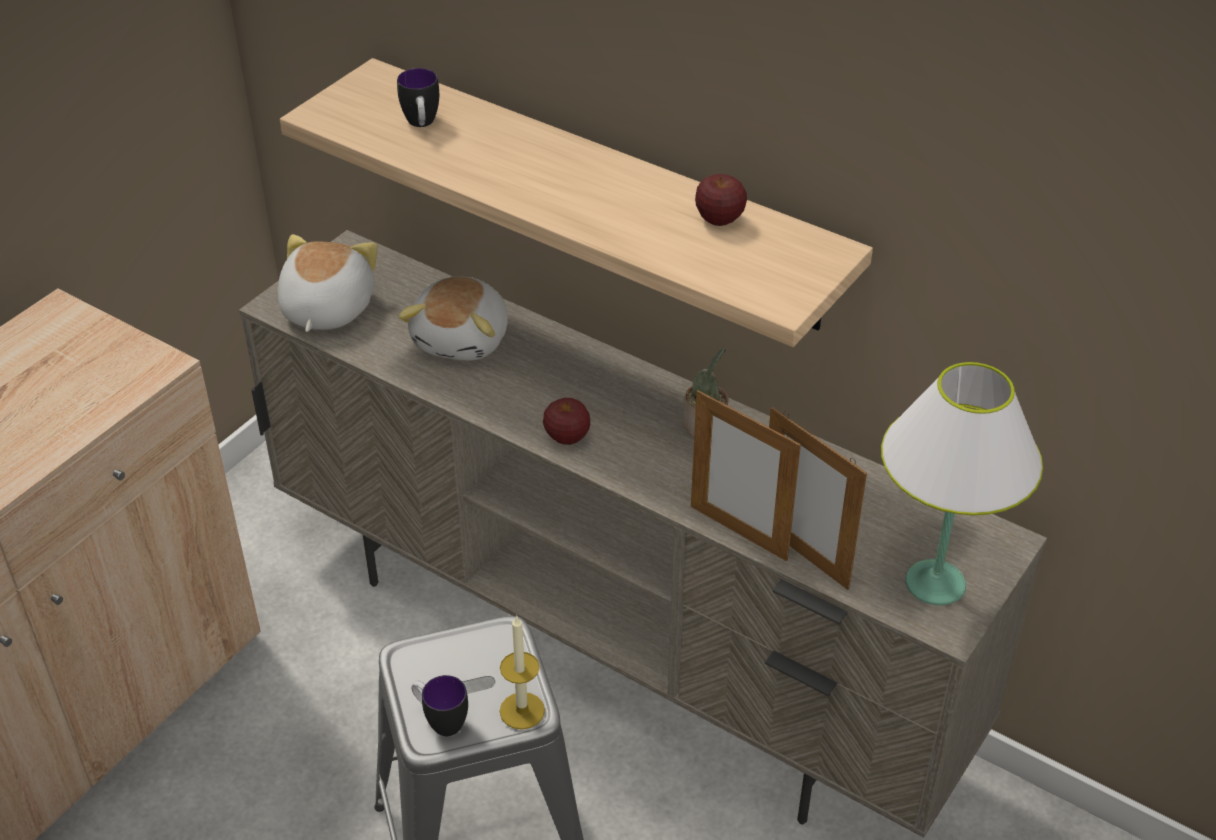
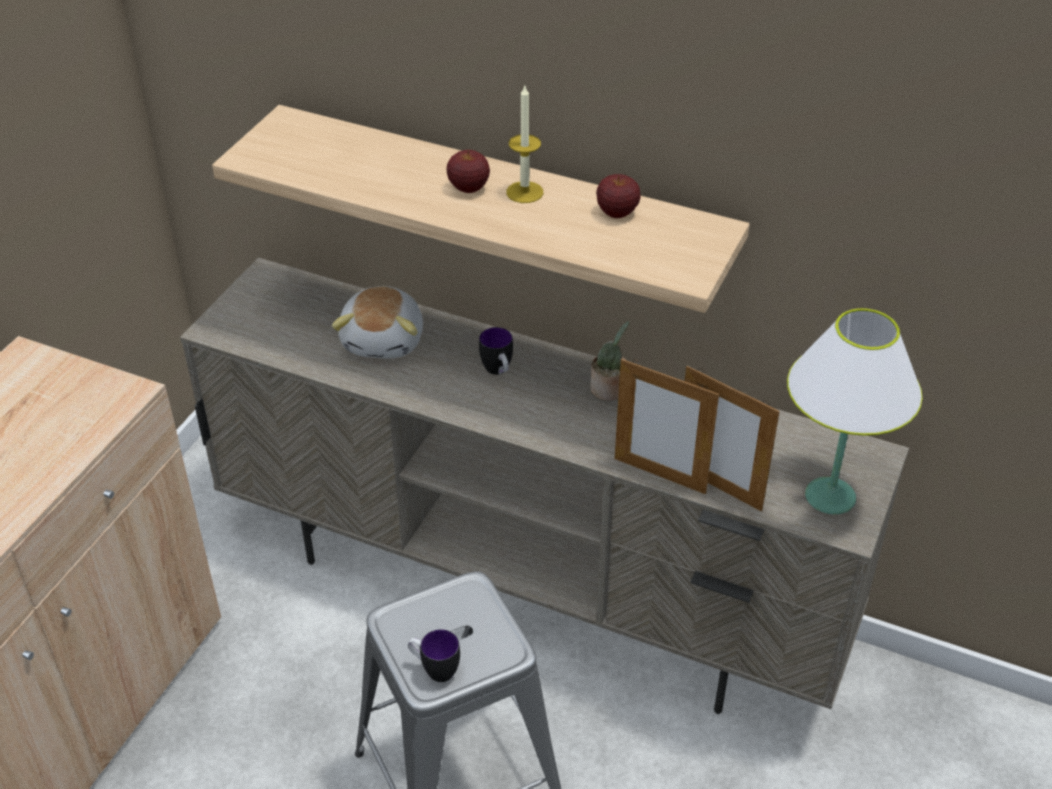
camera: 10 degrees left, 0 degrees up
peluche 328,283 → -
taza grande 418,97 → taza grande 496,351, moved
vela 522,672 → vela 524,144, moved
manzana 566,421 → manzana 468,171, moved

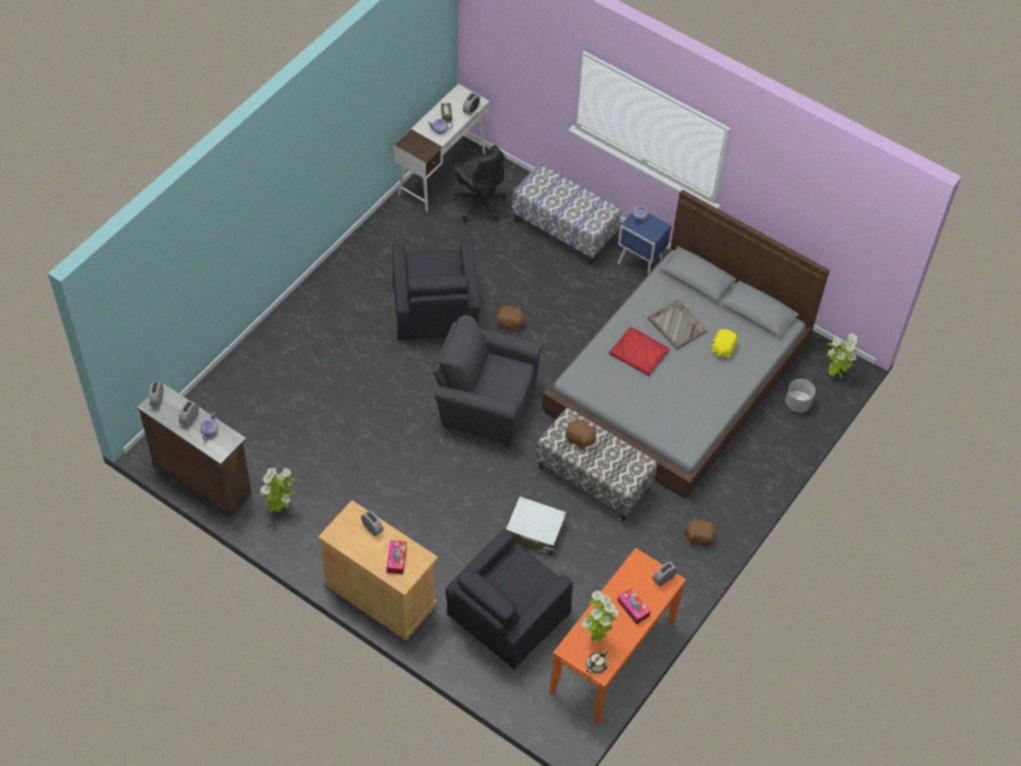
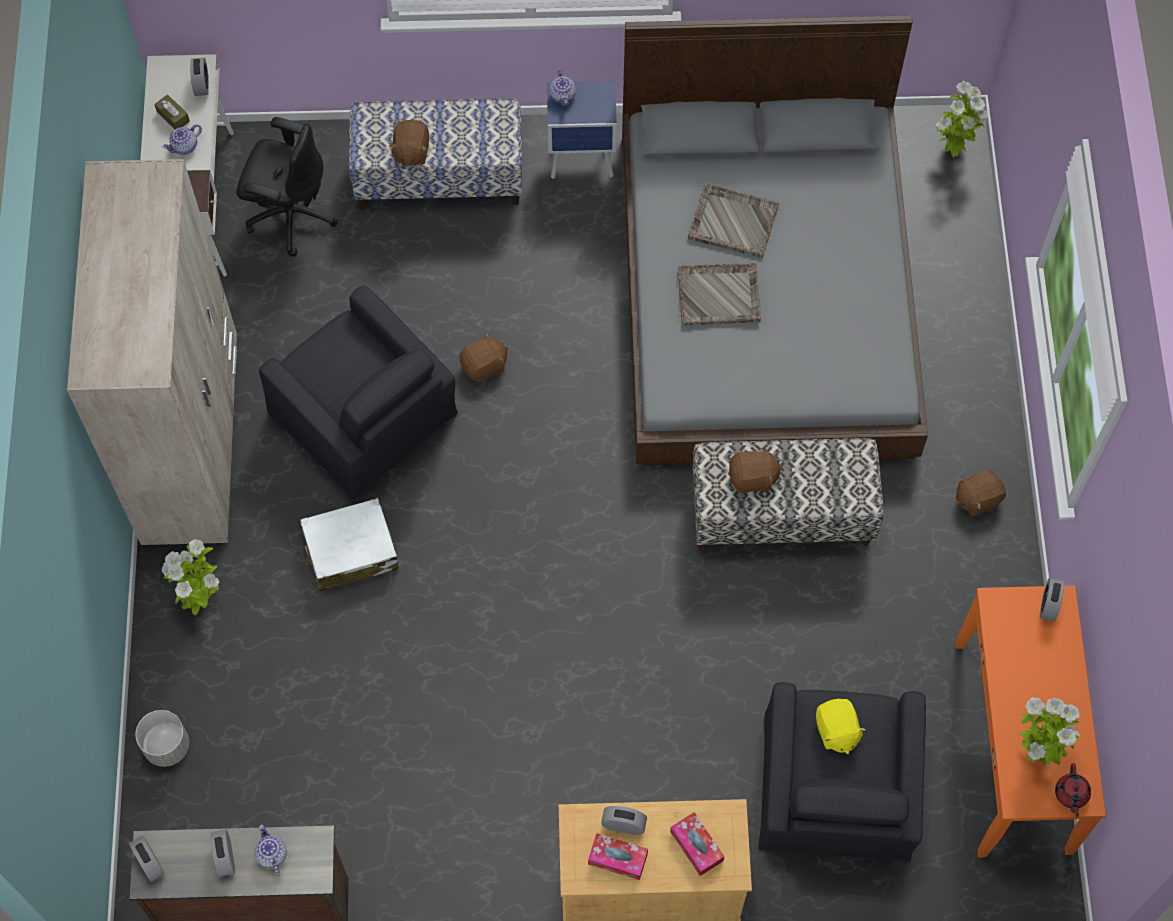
camera: 35 degrees left, 10 degrees up
planta en maceta 277,490 → planta en maceta 190,577, moved
sillón (gris) 487,380 → -
maleta (blanco) 536,526 → maleta (blanco) 349,545, moved
tetera (beis) 597,661 → tetera (rojo) 1073,790
bandeja (rojo) 639,351 → bandeja (gris) 719,294
caja de pañuelos 634,606 → caja de pañuelos 618,856, moved
peluche (amarillo) 724,343 → peluche (amarillo) 841,726, moved
maceta (gris) 800,396 → maceta (gris) 162,738, moved
- → armario ropero (beis) 152,352
- → peluche (marrón) 408,143

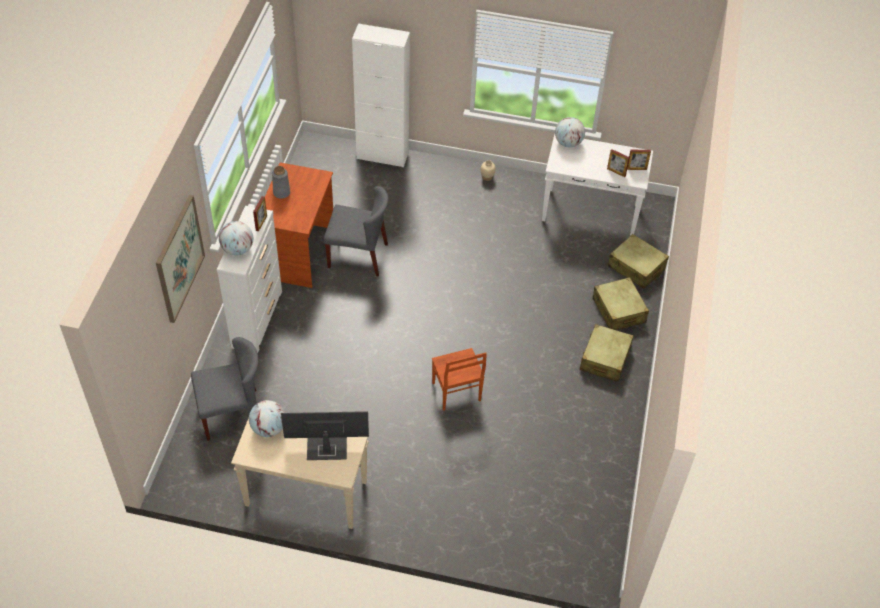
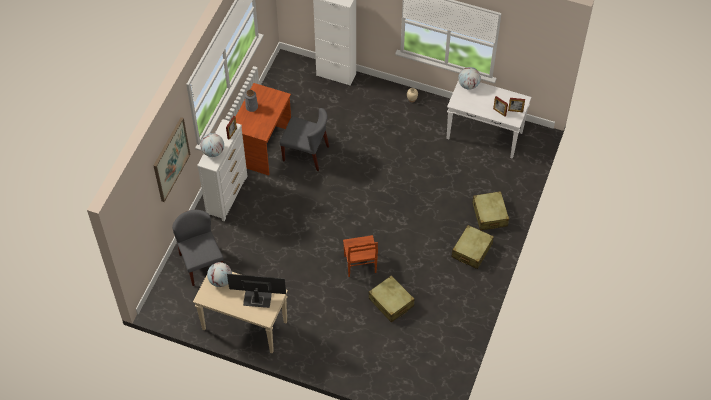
camera: 10 degrees right, 5 degrees up
silla (gris) 224,389 → silla (gris) 198,248, 105 degrees counterclockwise
maleta (beis) 638,261 → maleta (beis) 391,298, moved

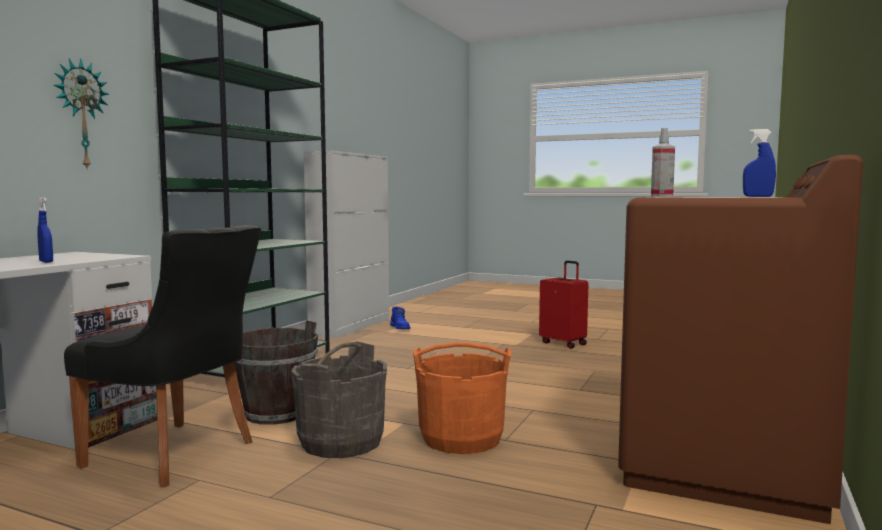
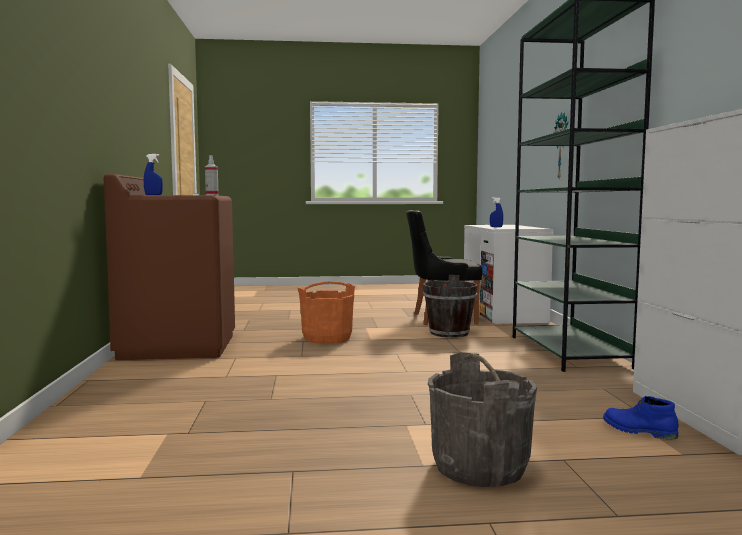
camera: 150 degrees right, 0 degrees up
cubo (gris) 339,400 → cubo (gris) 482,419, moved
maleta (rojo) 563,305 → -

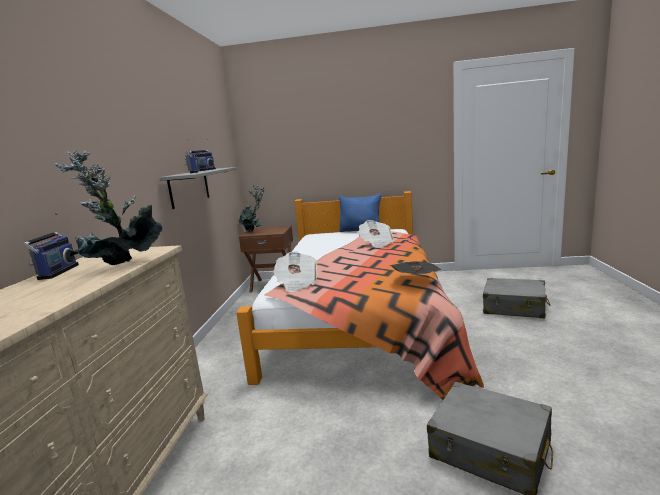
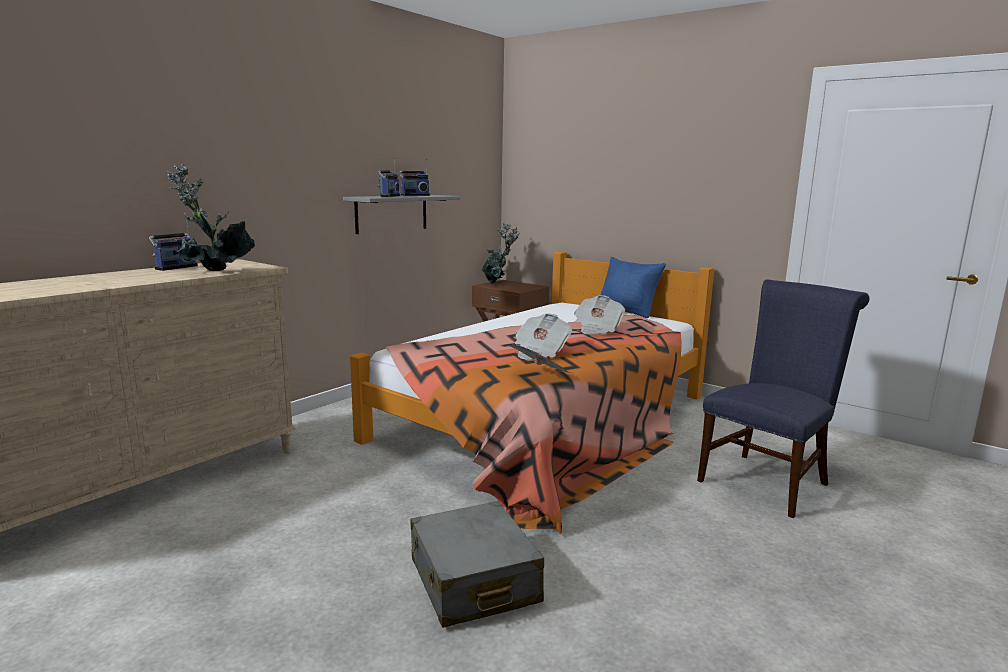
camera: 30 degrees right, 0 degrees up
periódico 295,272 → periódico 543,336, moved
maleta (gris) 517,298 → silla (azul) 783,398

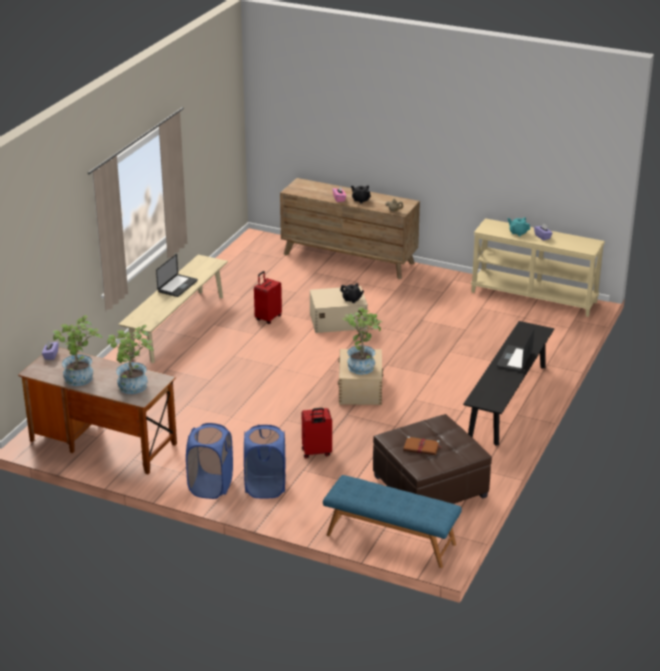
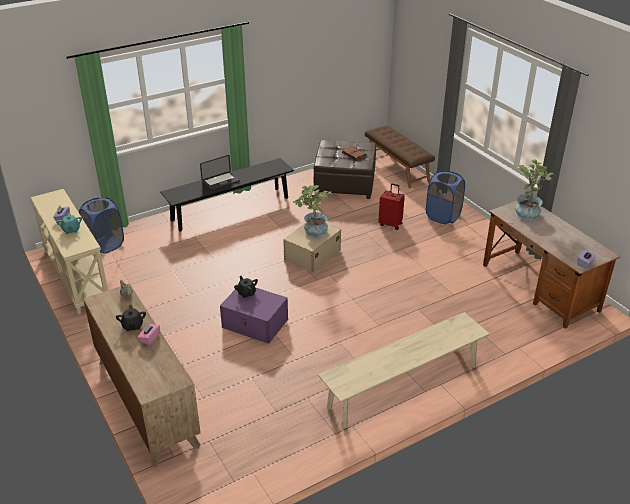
camera: 145 degrees left, 5 degrees up
planta en maceta 77,350 → -
portátil 177,275 → -
cesto de la ropa (azul) 209,461 → cesto de la ropa (azul) 101,226, moved
maleta (rojo) 268,297 → -
caja de almacenaje (beis) 339,309 → caja de almacenaje (morado) 254,316
banco (azul) 392,521 → banco (marrón) 400,157

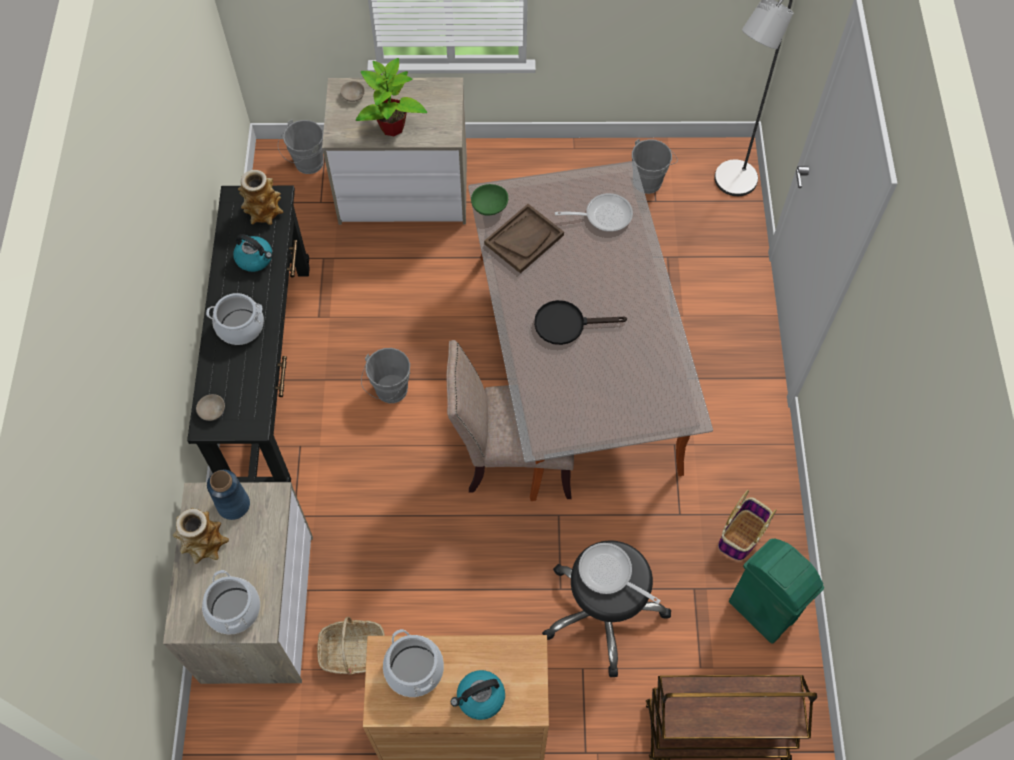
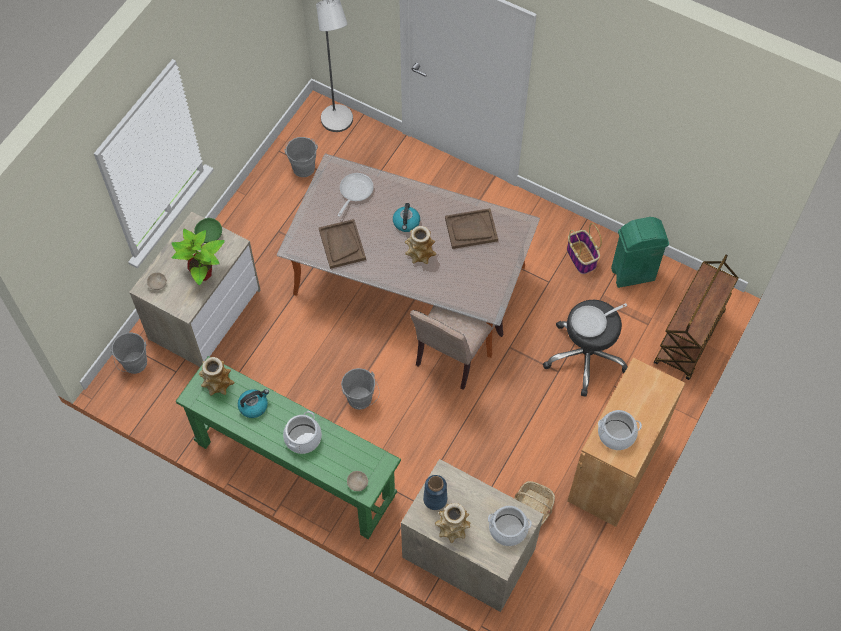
camera: 60 degrees left, 0 degrees up
mesa consola (negro) 248,334 → mesa consola (verde) 288,447
hervidor 478,695 → hervidor 406,217, moved
cuenco (verde) 489,200 → cuenco (verde) 208,230, moved
sartén (negro) 580,322 → florero 420,245
- → bandeja (marrón) 471,228

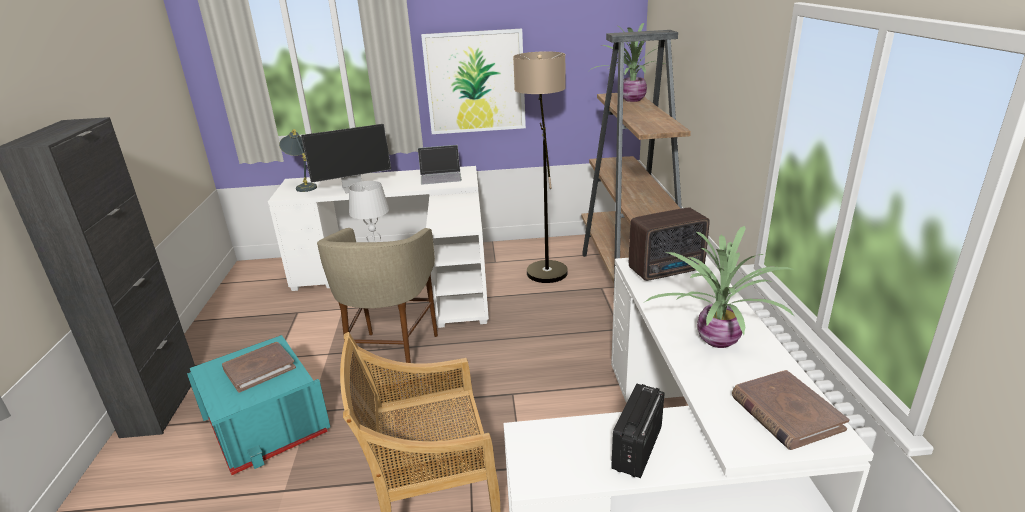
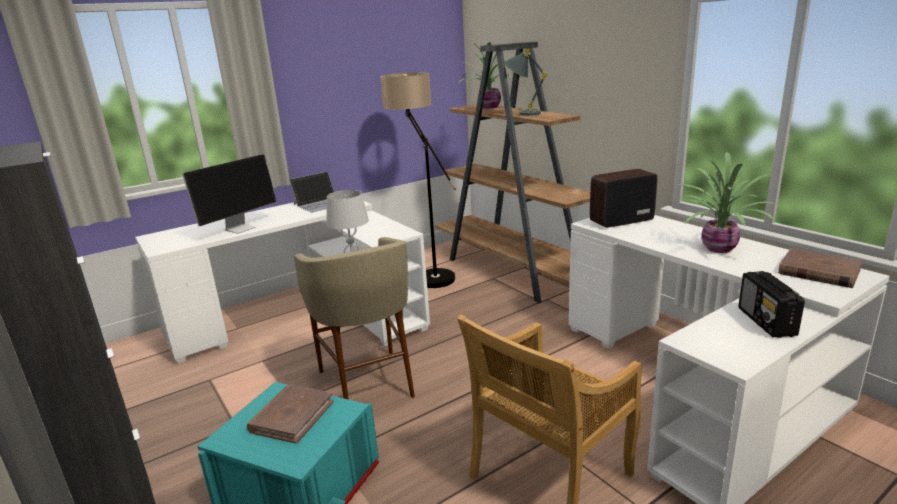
camera: 30 degrees left, 5 degrees down
lámpara de mesa (gris) 298,160 → lámpara de mesa (gris) 525,82, moved
cuadro 473,81 → -
radio 669,244 → radio 623,198, 150 degrees counterclockwise

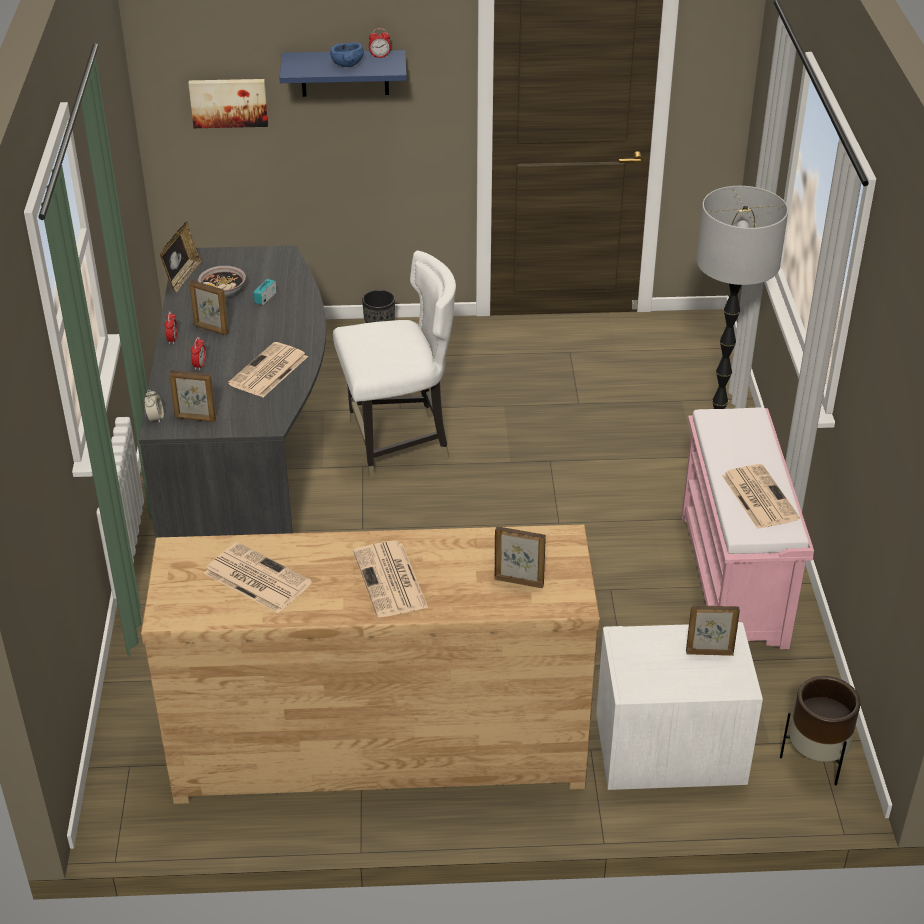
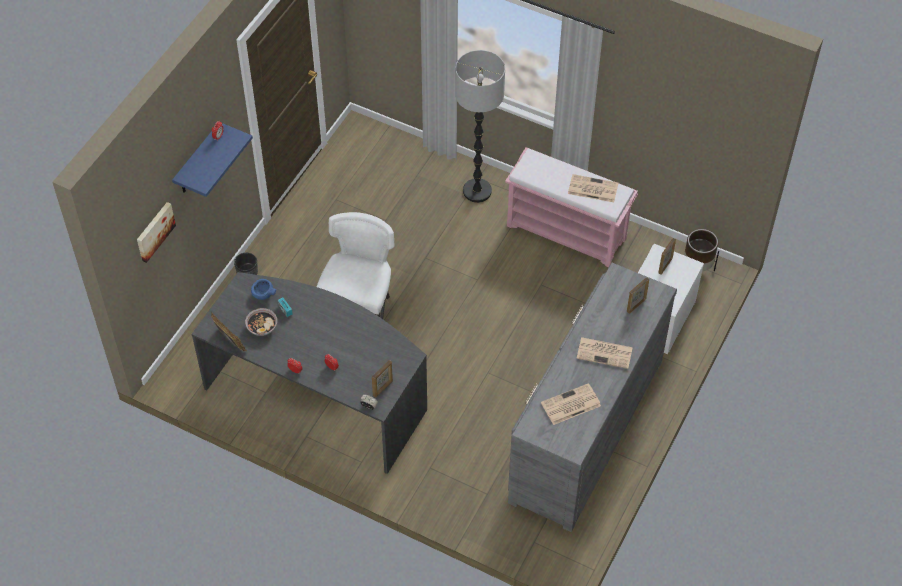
camera: 60 degrees left, 15 degrees up
cómoda (marrón) 370,664 → cómoda (gris) 592,397
portarretratos 209,307 → -
periódico 268,369 → -
cuenco (azul) 347,54 → cuenco (azul) 263,289, moved

